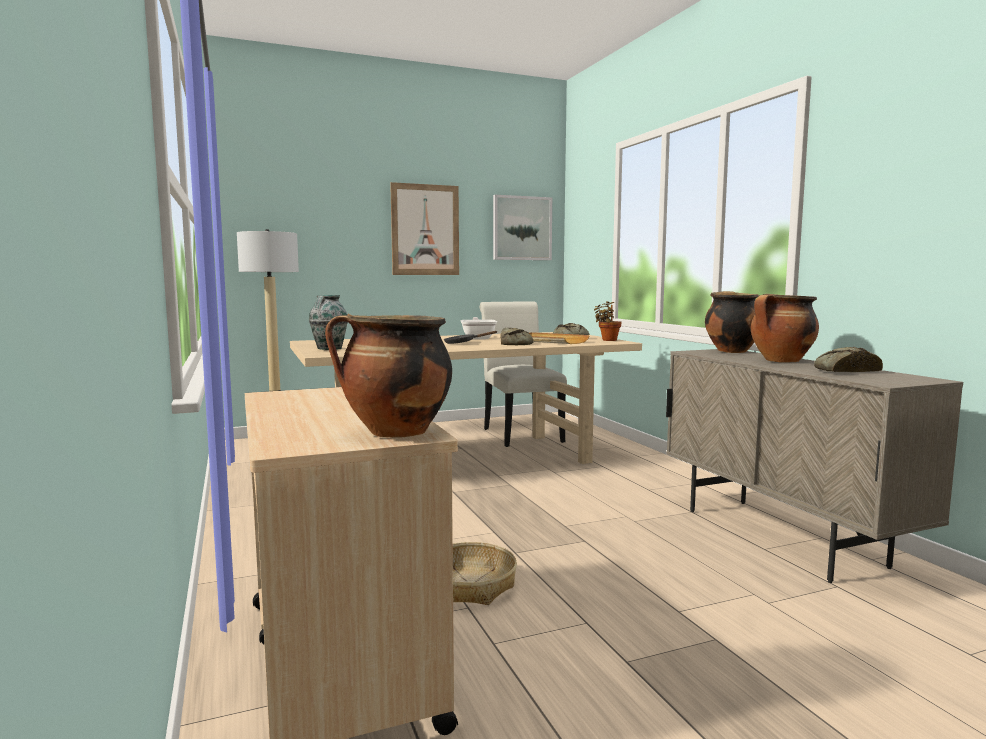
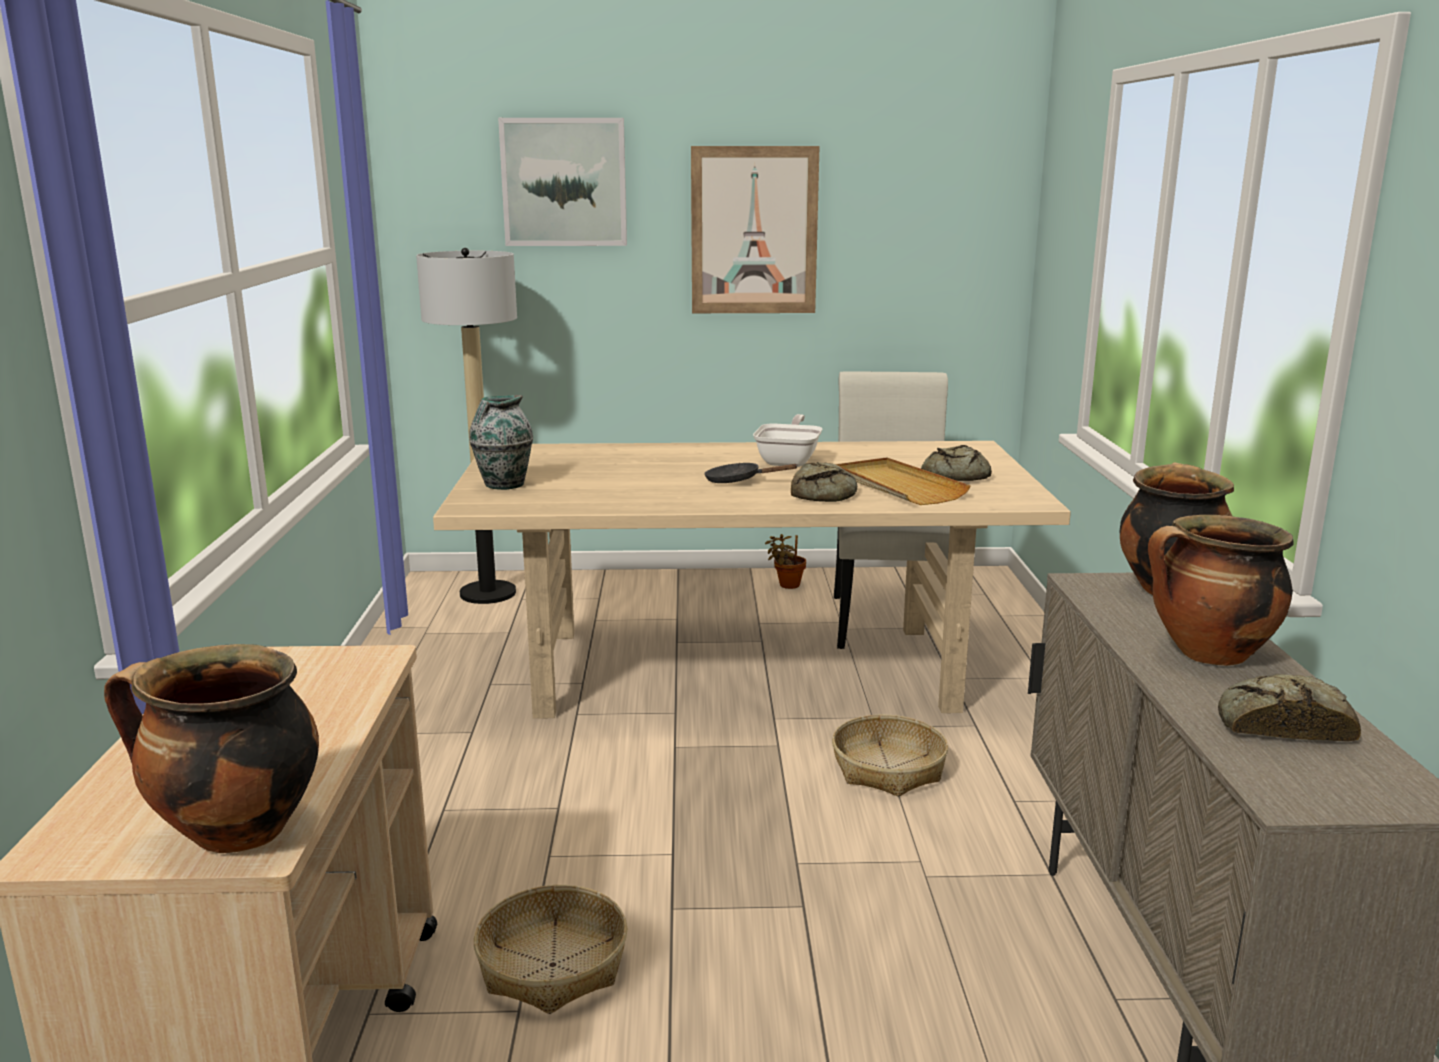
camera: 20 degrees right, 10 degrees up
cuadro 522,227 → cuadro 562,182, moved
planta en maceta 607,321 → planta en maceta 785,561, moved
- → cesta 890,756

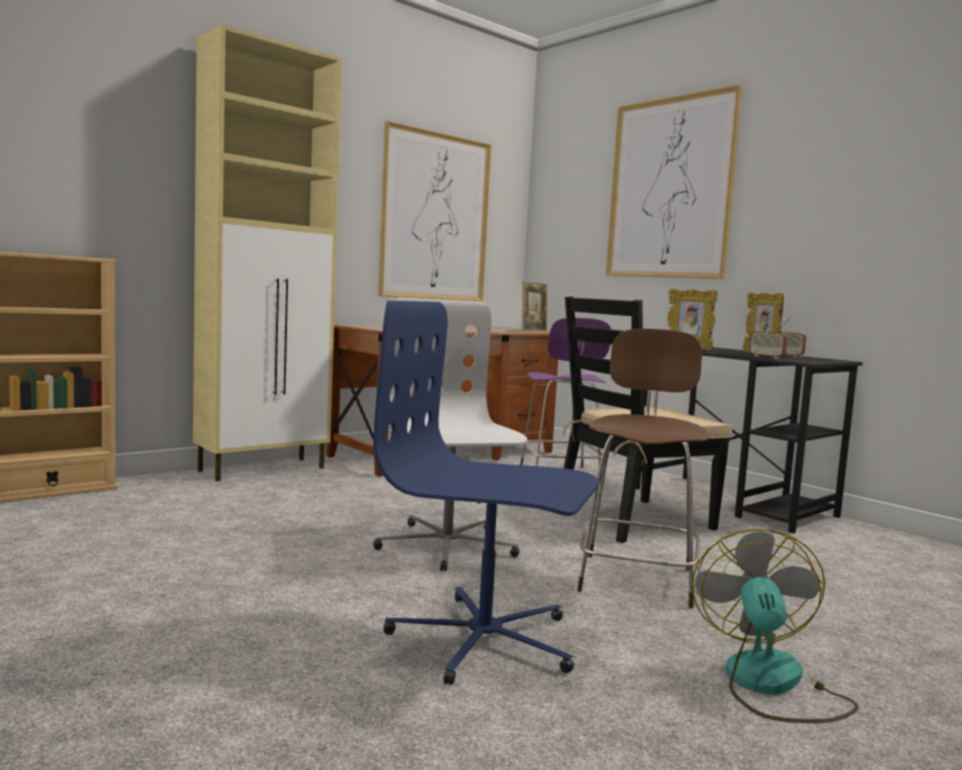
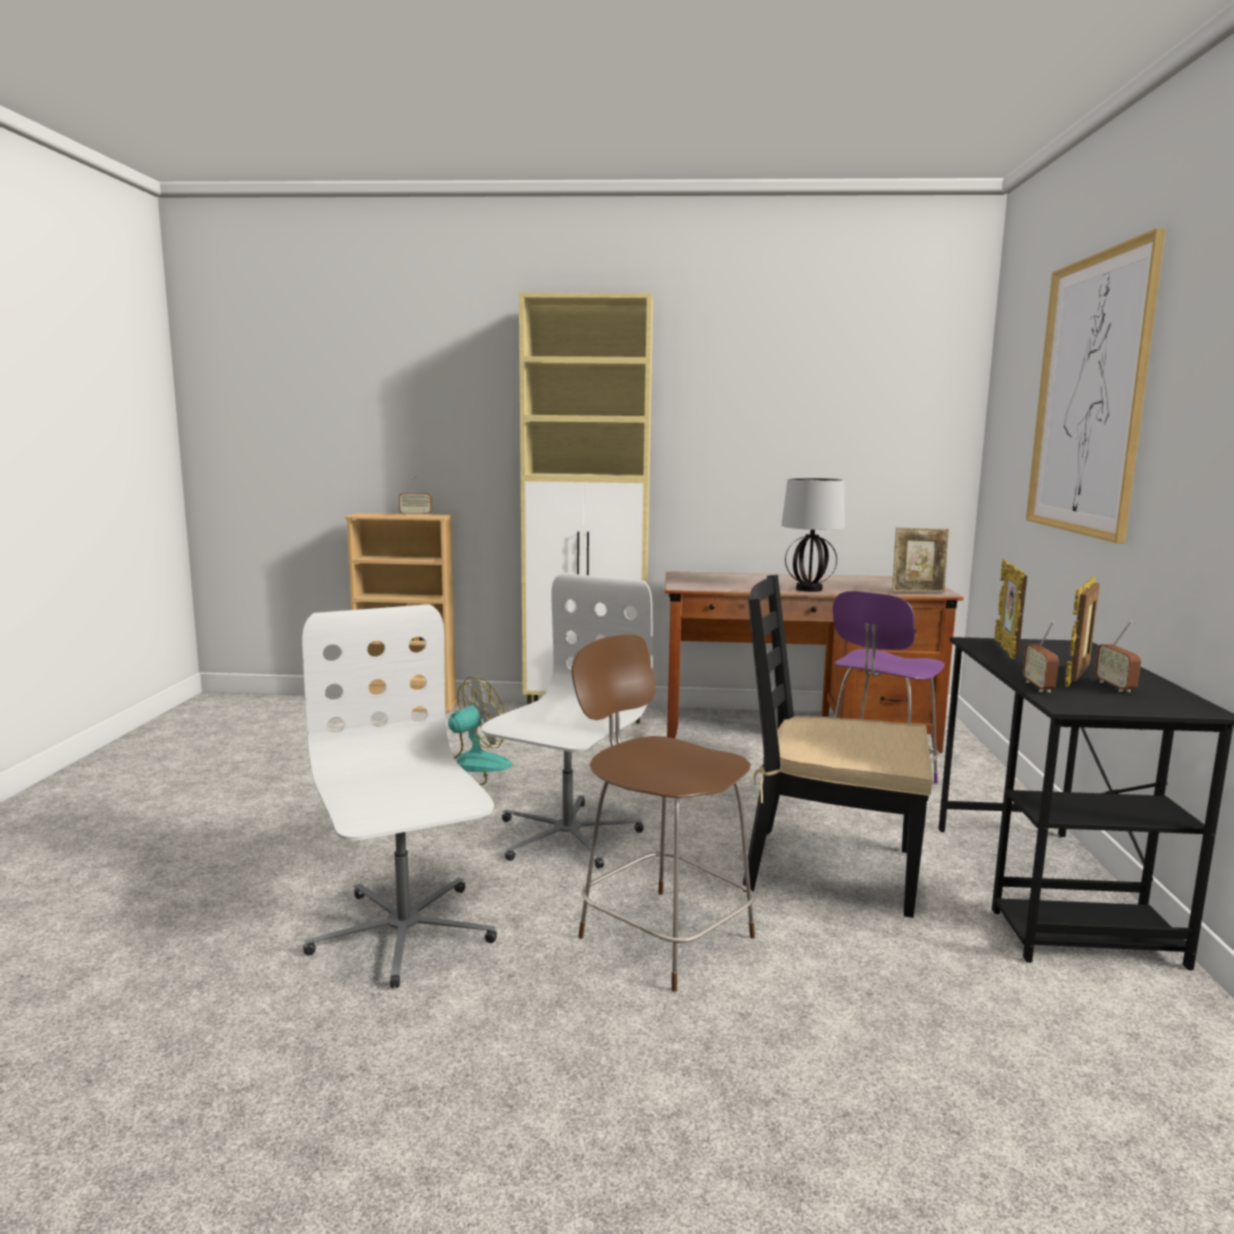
camera: 45 degrees right, 5 degrees up
silla de oficina (azul) 486,493 → silla de oficina (blanco) 399,796
cuadro 435,211 → -
silla (marrón) 643,468 → silla (marrón) 663,813, 105 degrees counterclockwise
ventilador 775,626 → ventilador 480,731, moved
- → radio 415,496
- → lámpara de mesa 813,535

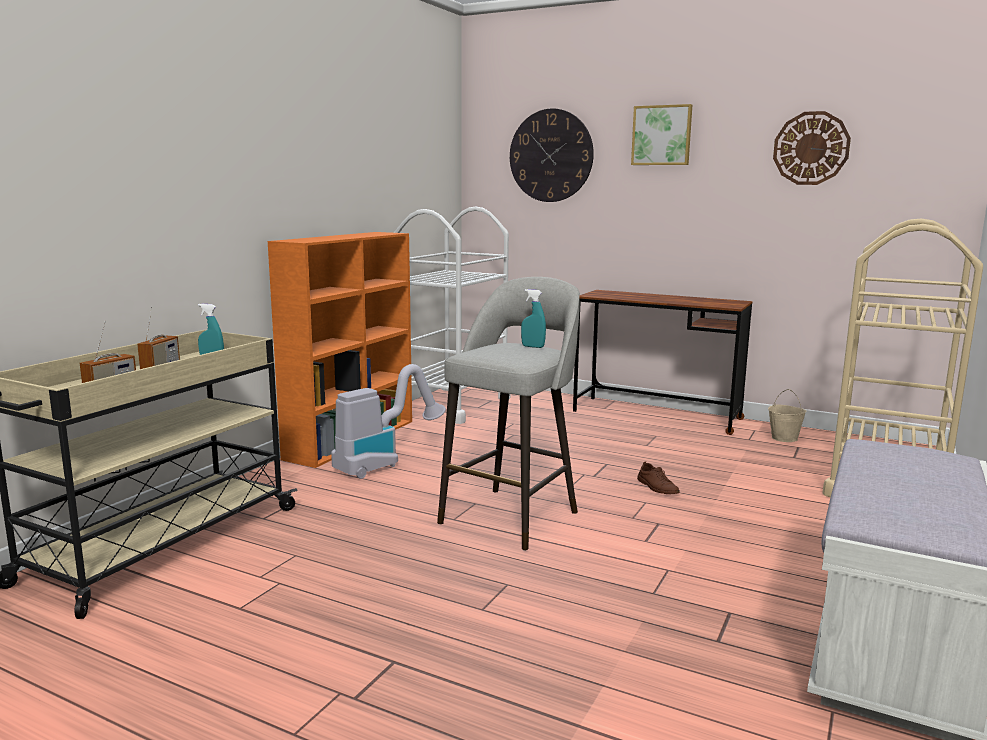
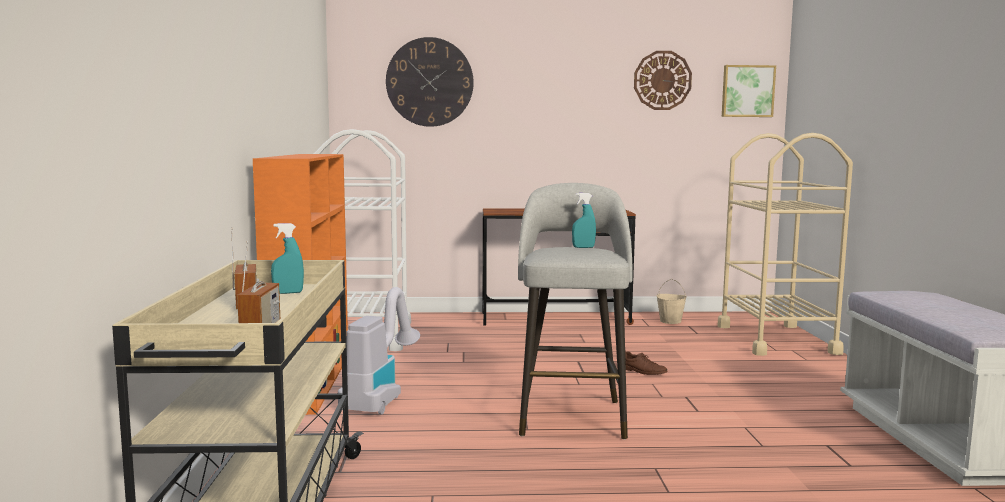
camera: 30 degrees left, 5 degrees down
cuadro 661,134 → cuadro 749,91, moved

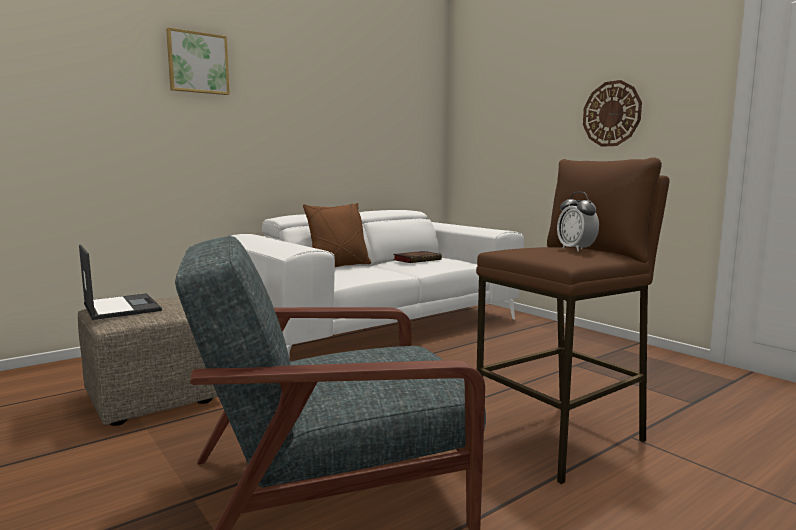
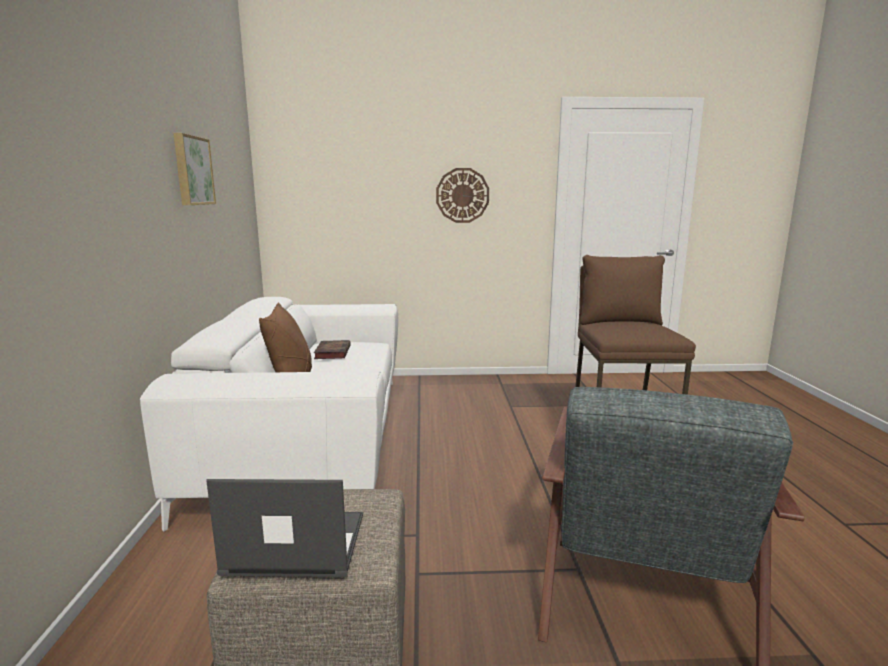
camera: 55 degrees left, 5 degrees up
cuadro 198,61 → cuadro 194,169, moved
despertador 578,221 → -

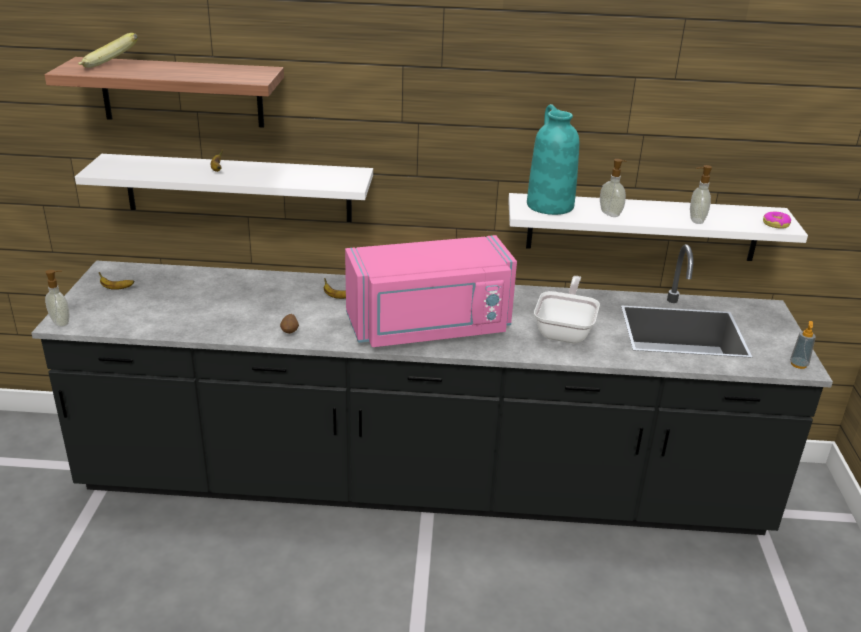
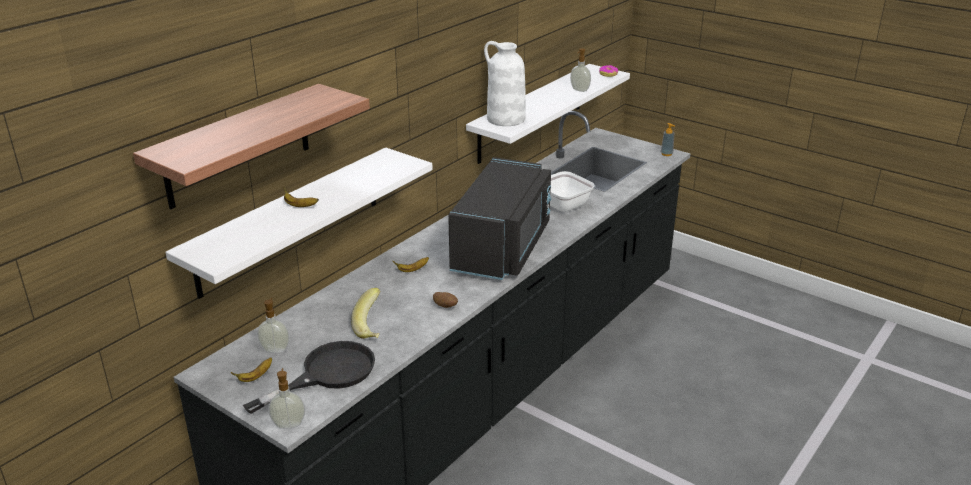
camera: 55 degrees left, 0 degrees up
plátano 108,50 → plátano 366,313, moved
microondas (rosa) 431,291 → microondas (negro) 499,218
florero (turquesa) 553,159 → florero (blanco) 505,83
dispensador de jabón 613,188 → dispensador de jabón 273,325, moved
- → sartén (negro) 309,377

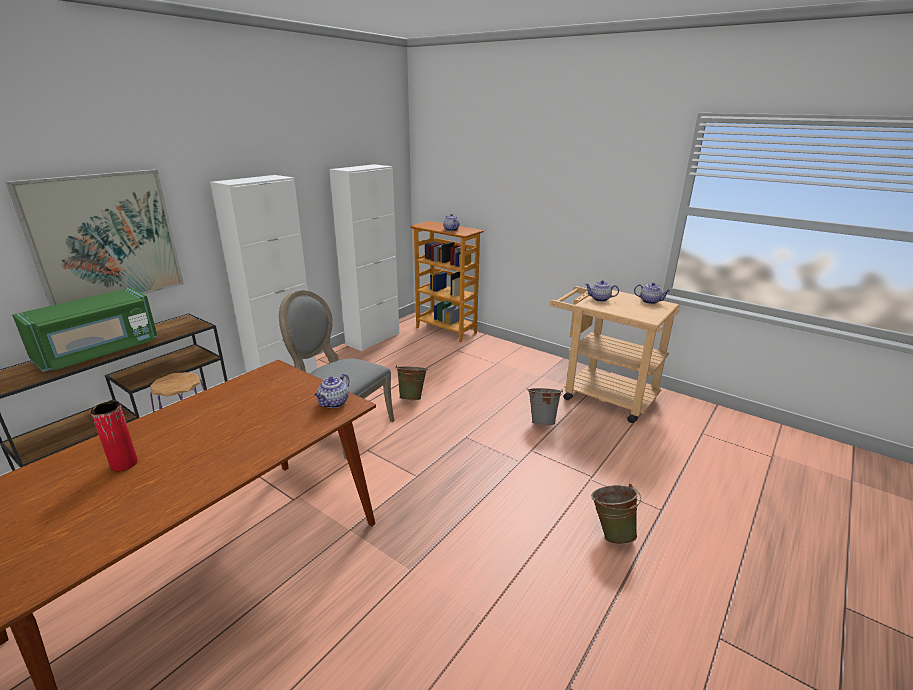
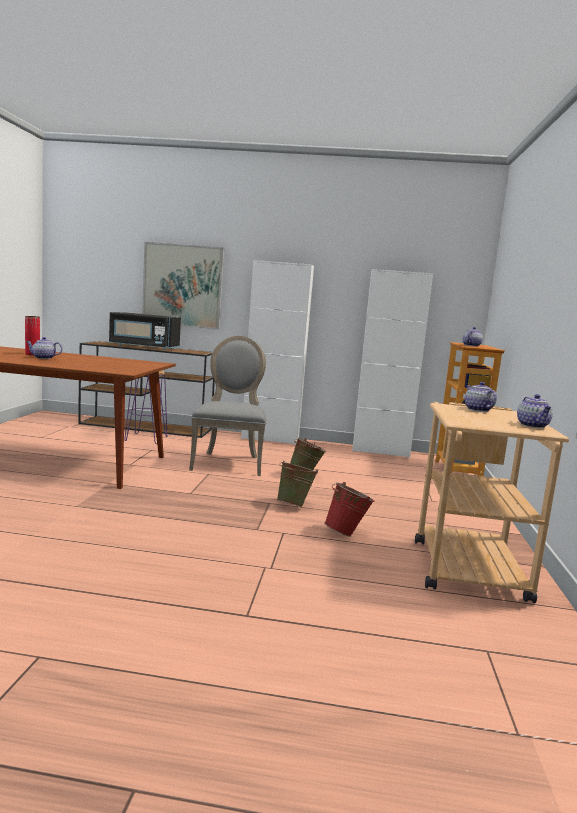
camera: 60 degrees right, 15 degrees down
microondas (verde) 85,330 → microondas (negro) 145,331
tetera 331,391 → tetera 44,348, moved
cubo (gris) 545,406 → cubo (rojo) 349,509
cubo (verde) 616,514 → cubo (verde) 297,484, moved

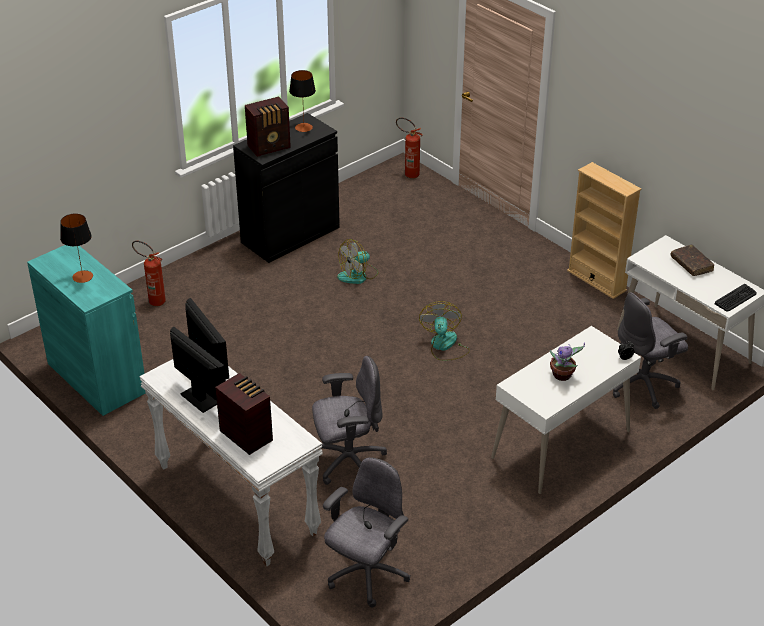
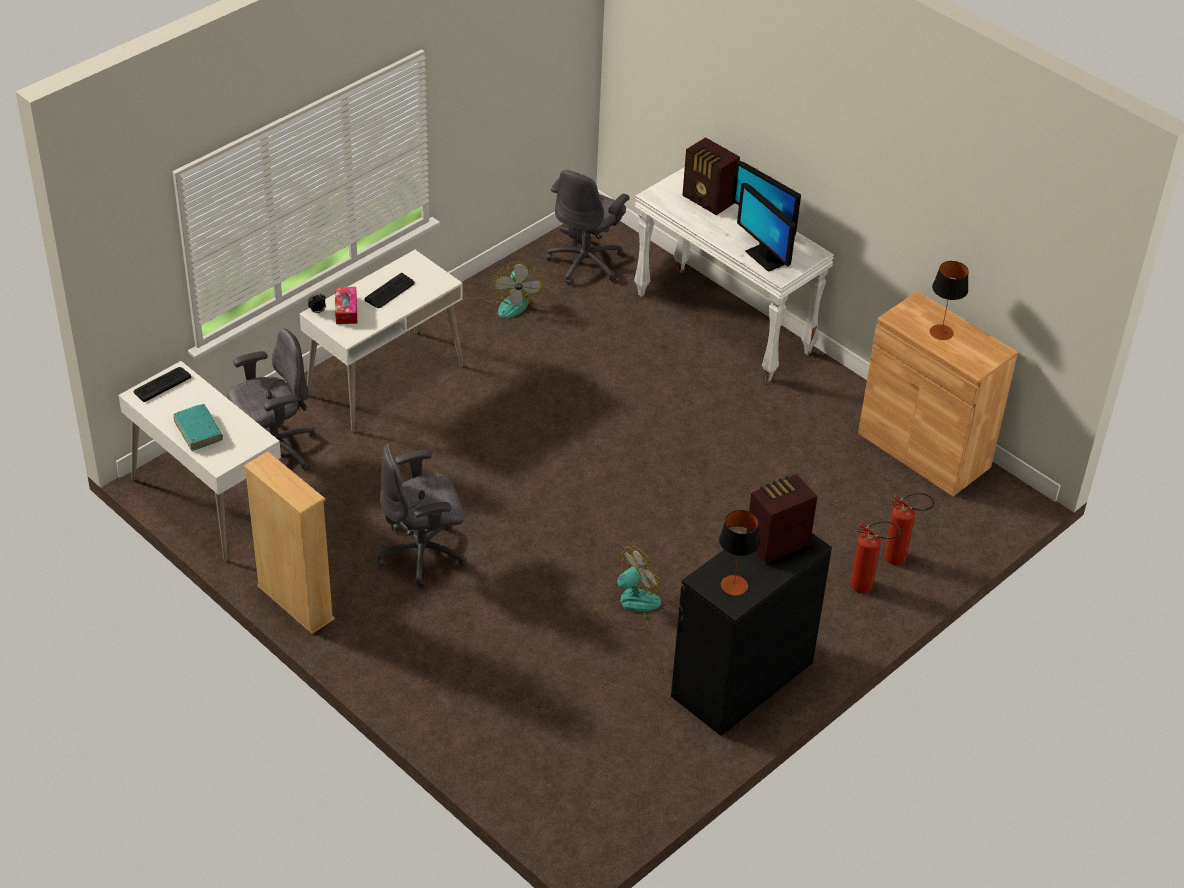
camera: 175 degrees right, 5 degrees up
armario (turquesa) 86,330 → armario (marrón) 938,394
silla de oficina (gris) 349,420 → silla de oficina (gris) 422,516, moved
extintor 409,147 → extintor 875,557, moved
ventilador 444,331 → ventilador 513,290, moved
planta en maceta 567,362 → teclado 390,290
libro (marrón) 692,260 → libro (turquesa) 198,427
- → caja de pañuelos 346,305

